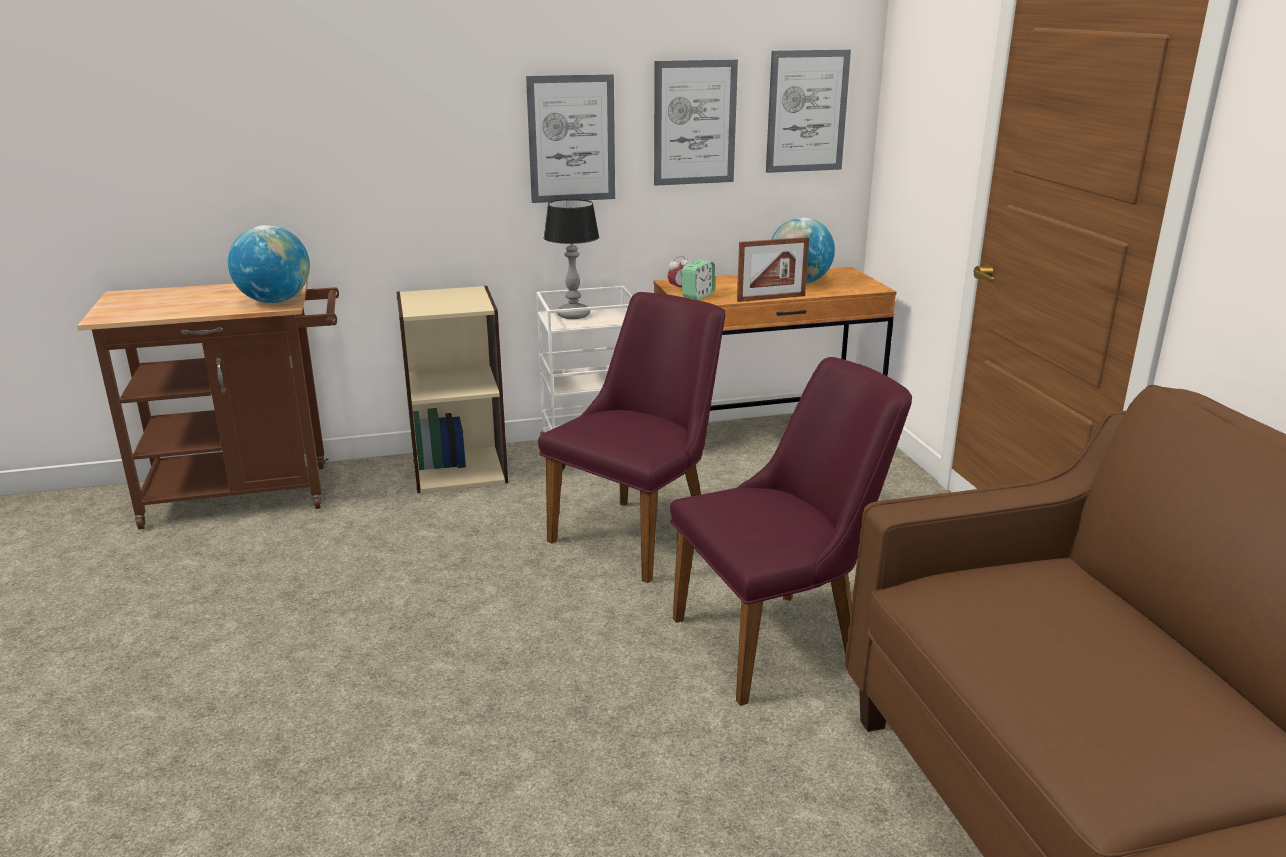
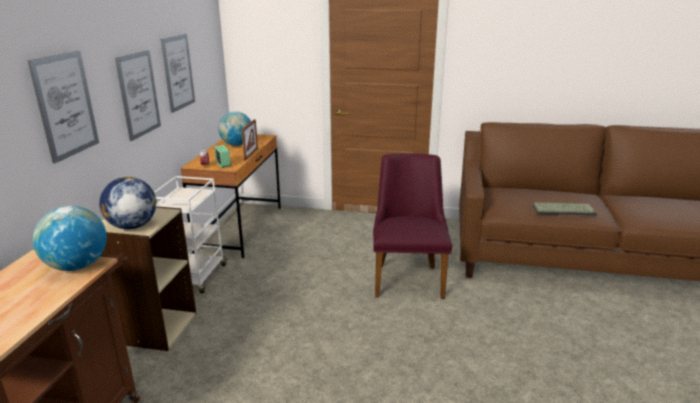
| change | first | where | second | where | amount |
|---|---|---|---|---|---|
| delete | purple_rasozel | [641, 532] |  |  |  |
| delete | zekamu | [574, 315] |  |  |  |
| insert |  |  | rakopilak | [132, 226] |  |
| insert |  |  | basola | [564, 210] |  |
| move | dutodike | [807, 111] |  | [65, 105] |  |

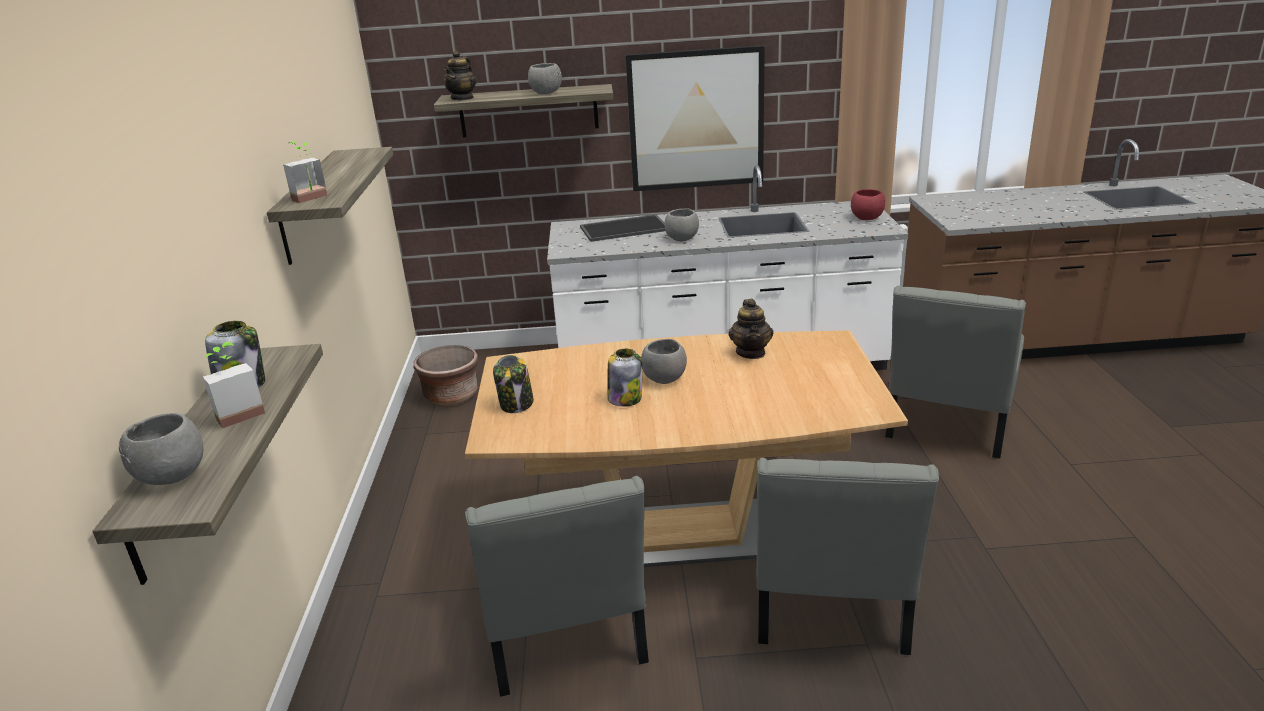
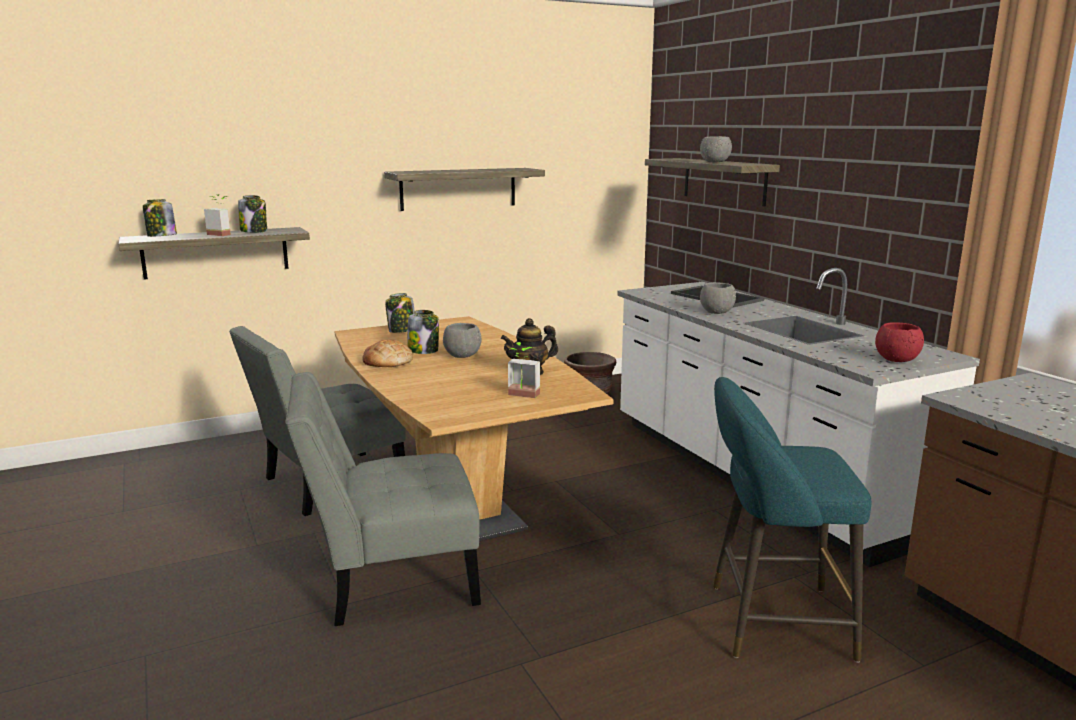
| change | first | where | second | where | amount |
|---|---|---|---|---|---|
| delete | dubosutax | [462, 98] |  |  |  |
| delete | dutodike | [696, 119] |  |  |  |
| insert |  |  | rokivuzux | [387, 361] |  |
| move | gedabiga | [313, 199] |  | [521, 396] |  |
| replace | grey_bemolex | [173, 476] | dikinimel | [161, 236] |  |
| replace | grey_rasozel | [947, 425] | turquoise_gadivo | [771, 621] |  |

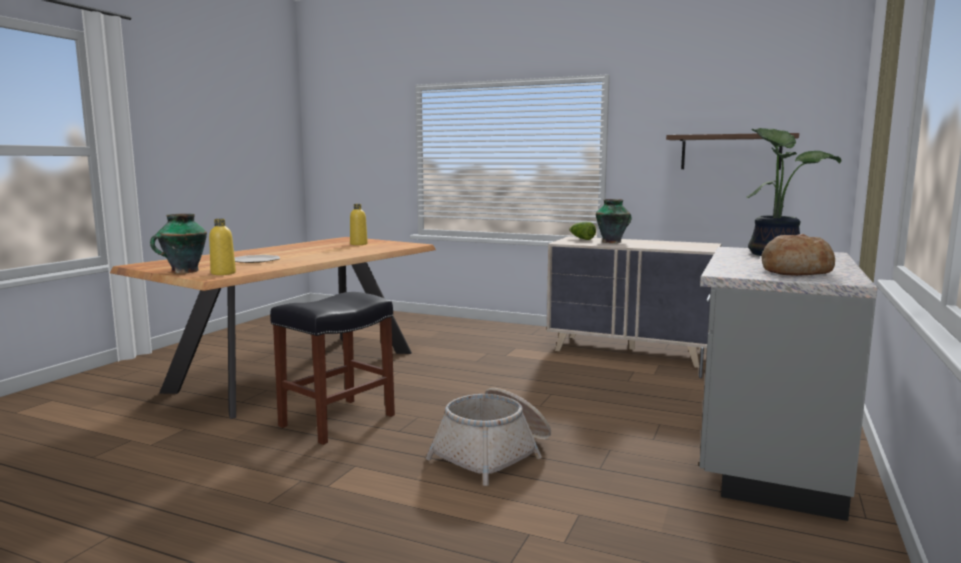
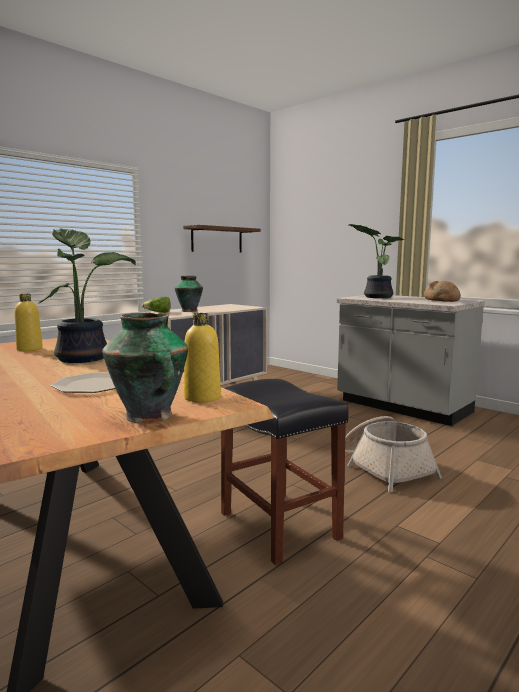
| change | first | where | second | where | amount |
|---|---|---|---|---|---|
| insert |  |  | gedabiga | [84, 358] |  |

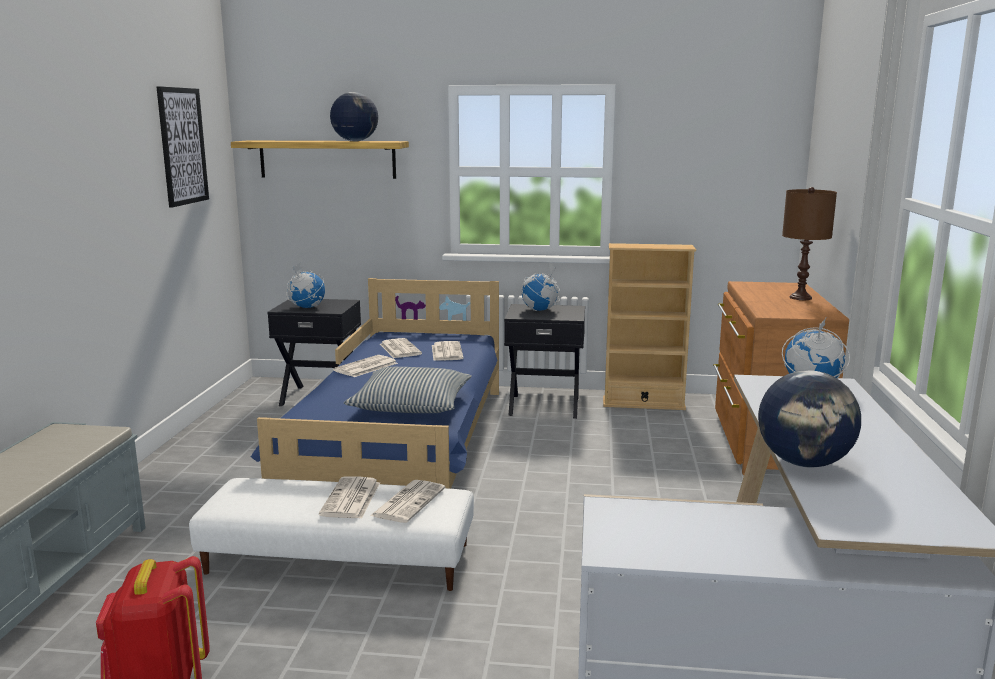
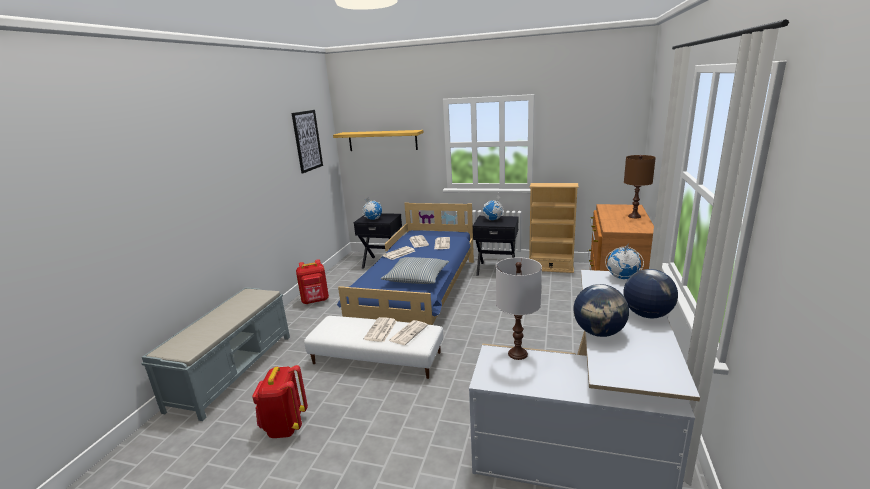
| change | first | where | second | where | amount |
|---|---|---|---|---|---|
| insert |  |  | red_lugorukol | [315, 301] |  |
| insert |  |  | white_zekamu | [518, 354] |  |
| move | rakopilak | [355, 141] |  | [647, 315] |  |

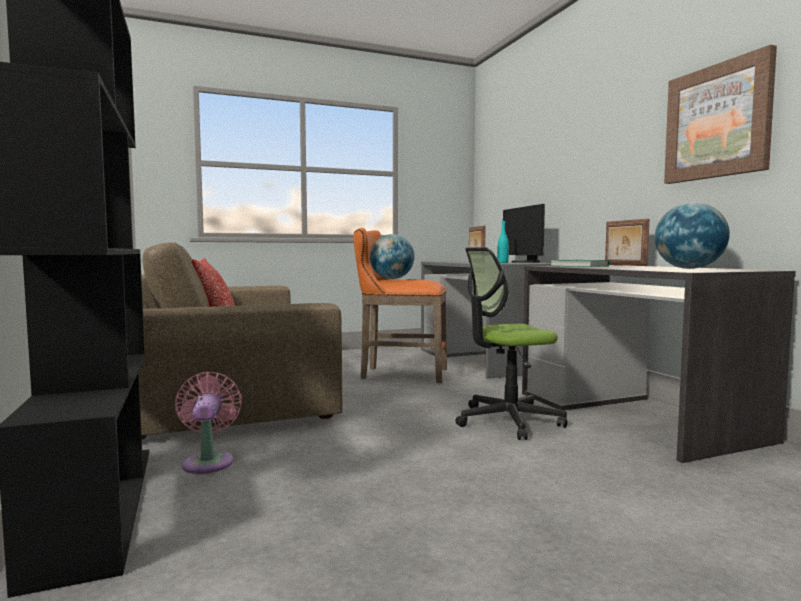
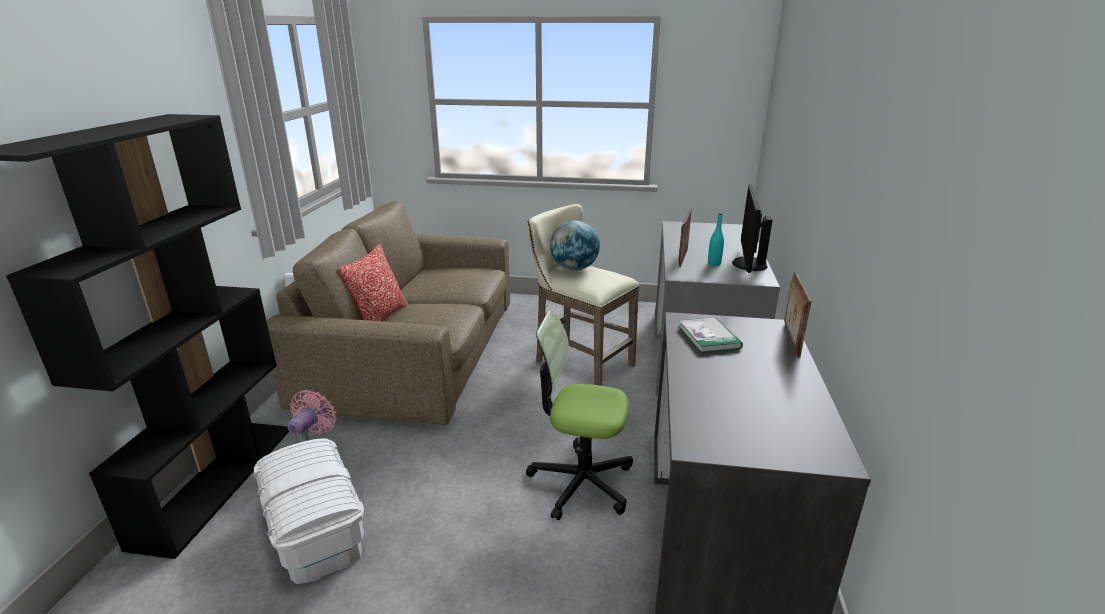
| change | first | where | second | where | amount |
|---|---|---|---|---|---|
| delete | rakopilak | [689, 268] |  |  |  |
| delete | dutodike | [717, 122] |  |  |  |
| insert |  |  | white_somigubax | [315, 530] |  |
| recolor | orange_gadivo | [399, 374] | beige_gadivo | [579, 362] |  |

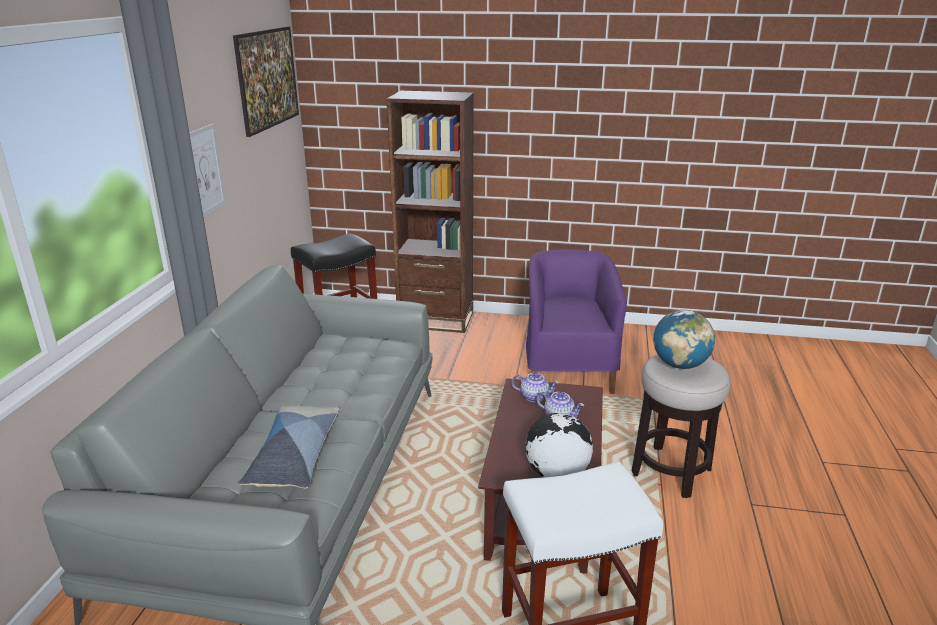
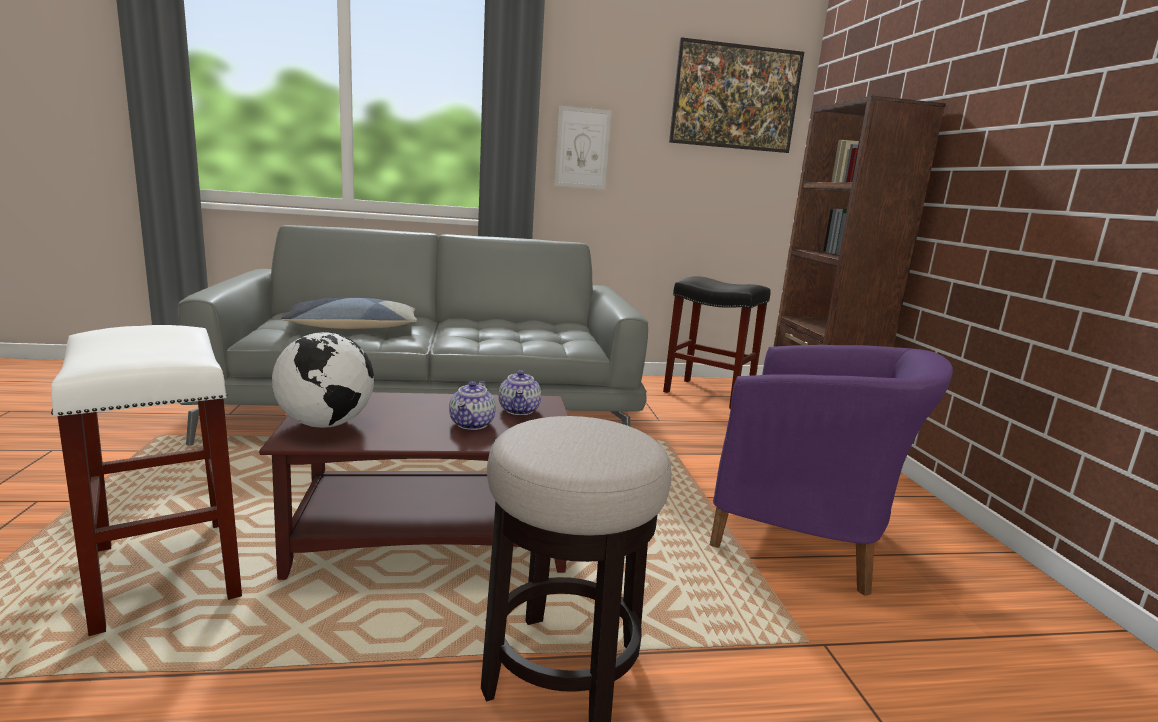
| change | first | where | second | where | amount |
|---|---|---|---|---|---|
| delete | rakopilak | [680, 365] |  |  |  |
| rotate | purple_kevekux | [568, 369] |  | [806, 539] | 45 degrees clockwise |

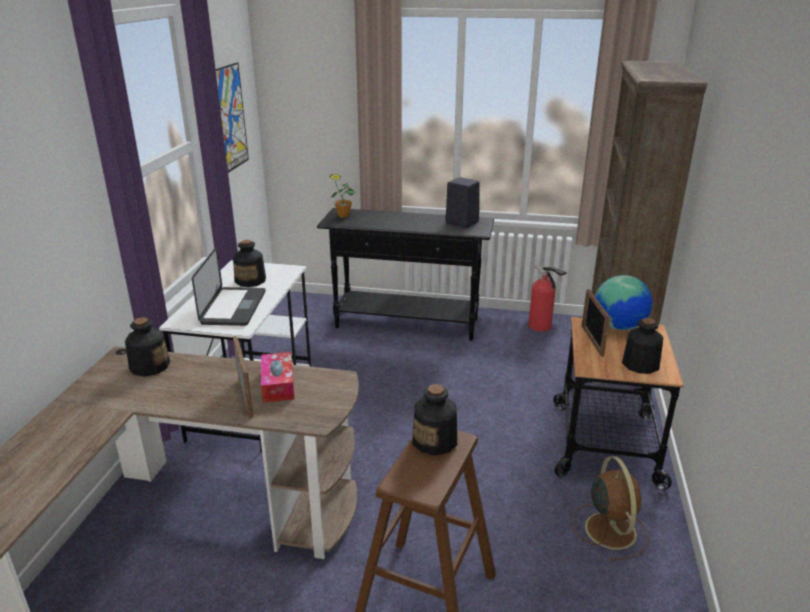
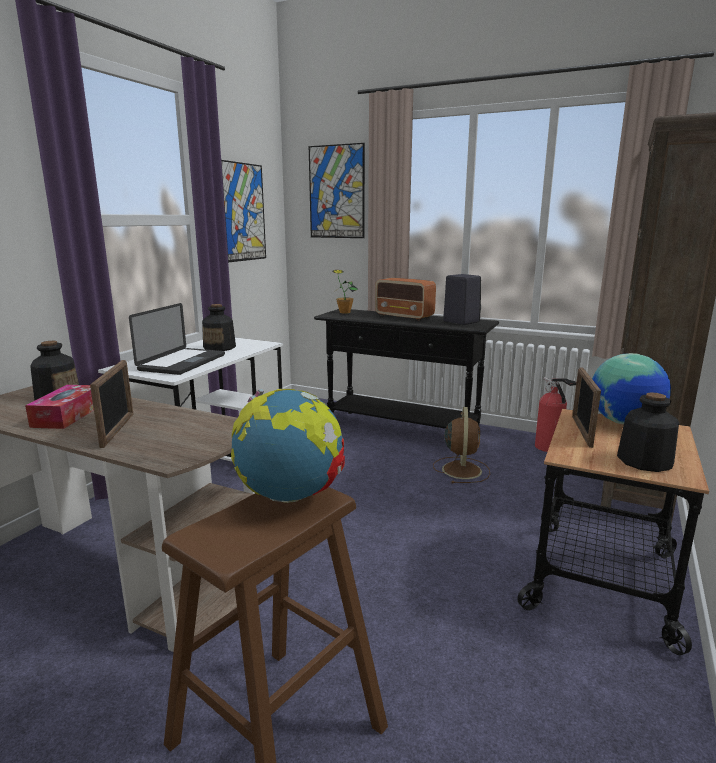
| change | first | where | second | where | amount |
|---|---|---|---|---|---|
| insert |  |  | dutodike | [336, 192] |  |
| insert |  |  | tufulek | [404, 316] |  |
| move | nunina | [278, 384] |  | [67, 416] |  |
| move | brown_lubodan | [609, 529] |  | [461, 469] |  |
| replace | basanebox | [435, 441] | rakopilak | [290, 496] |  |

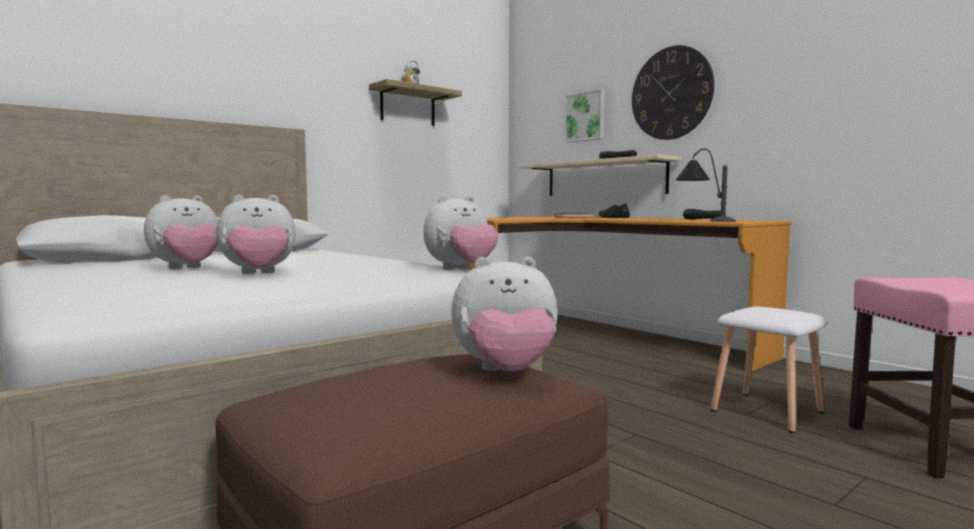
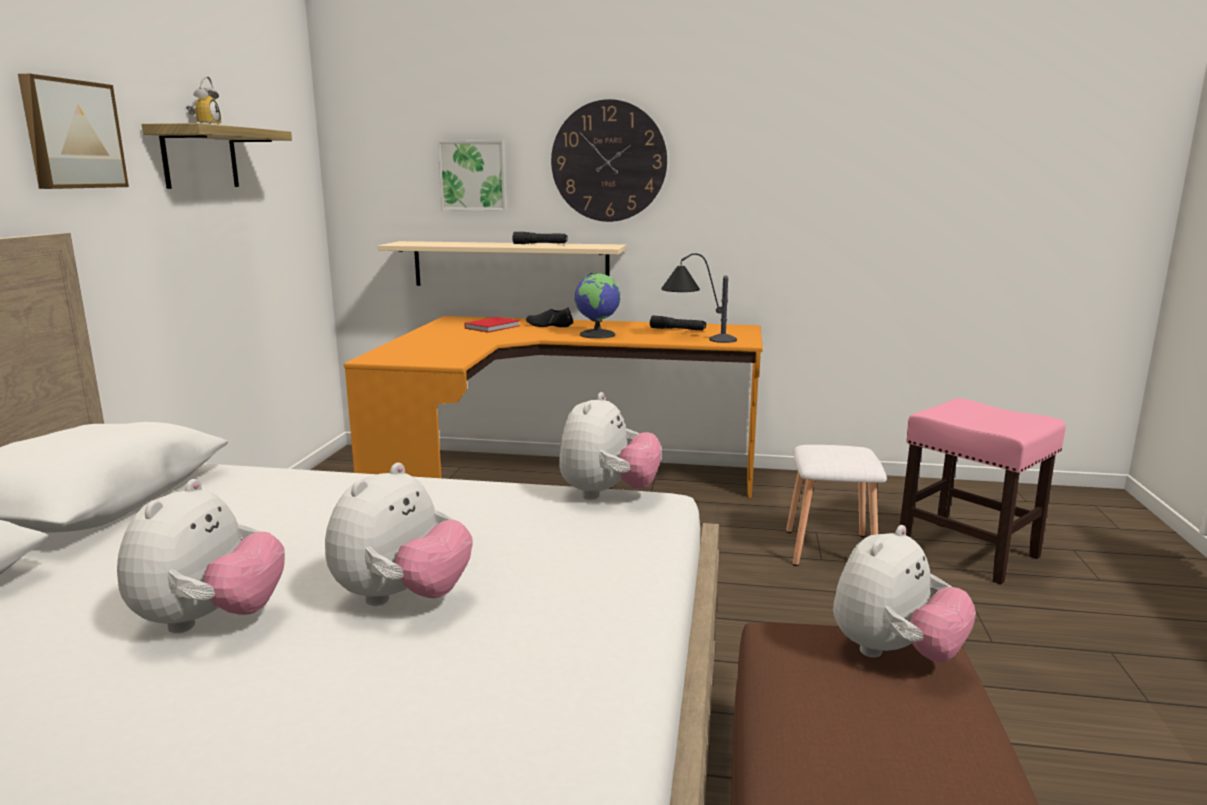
| change | first | where | second | where | amount |
|---|---|---|---|---|---|
| insert |  |  | dutodike | [71, 134] |  |
| insert |  |  | rakopilak | [598, 334] |  |

